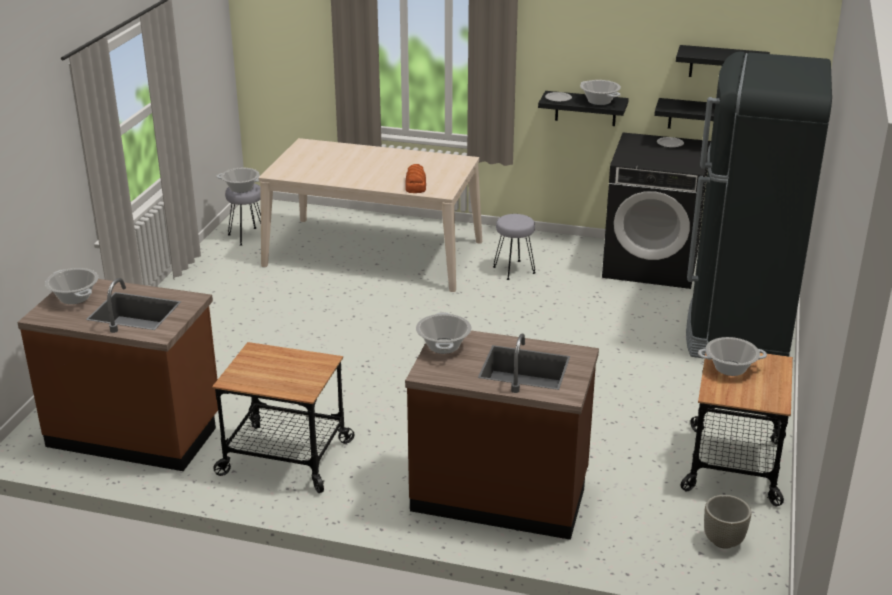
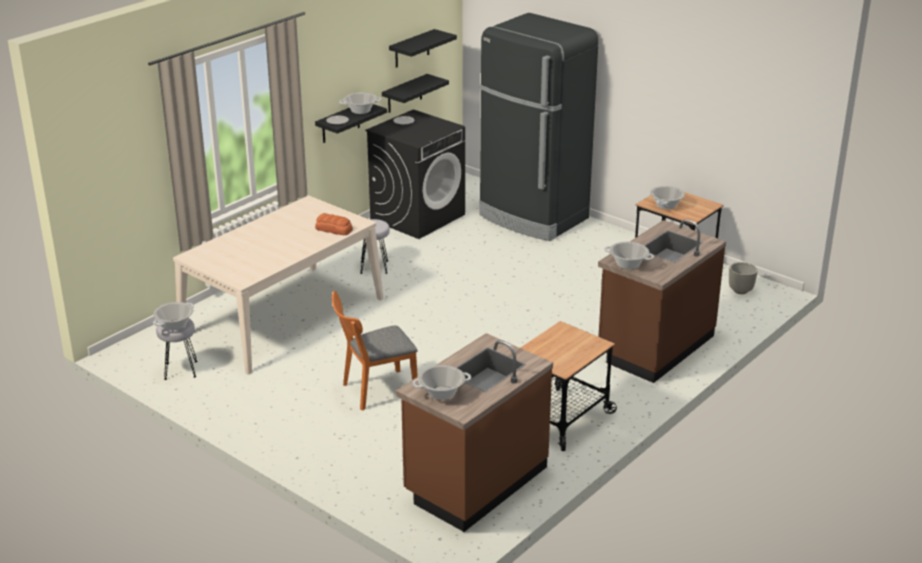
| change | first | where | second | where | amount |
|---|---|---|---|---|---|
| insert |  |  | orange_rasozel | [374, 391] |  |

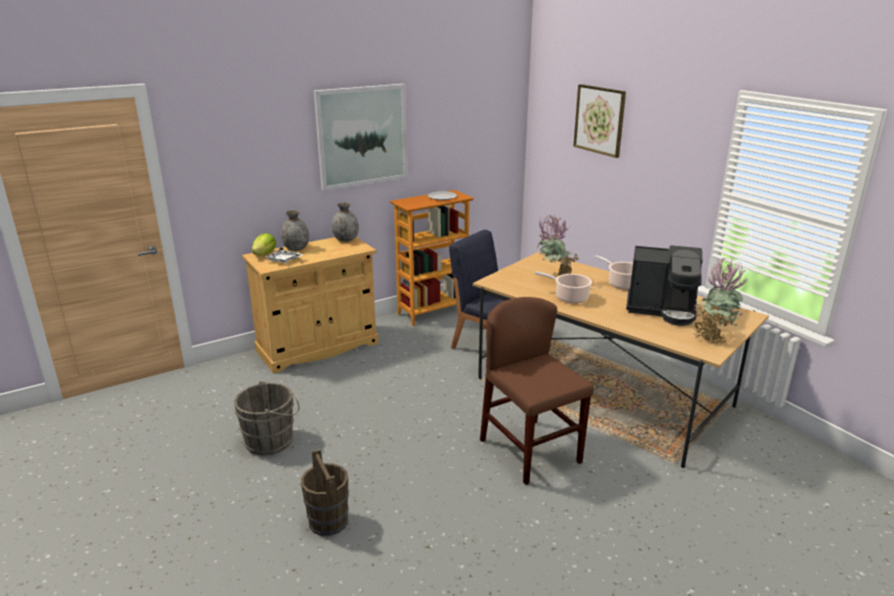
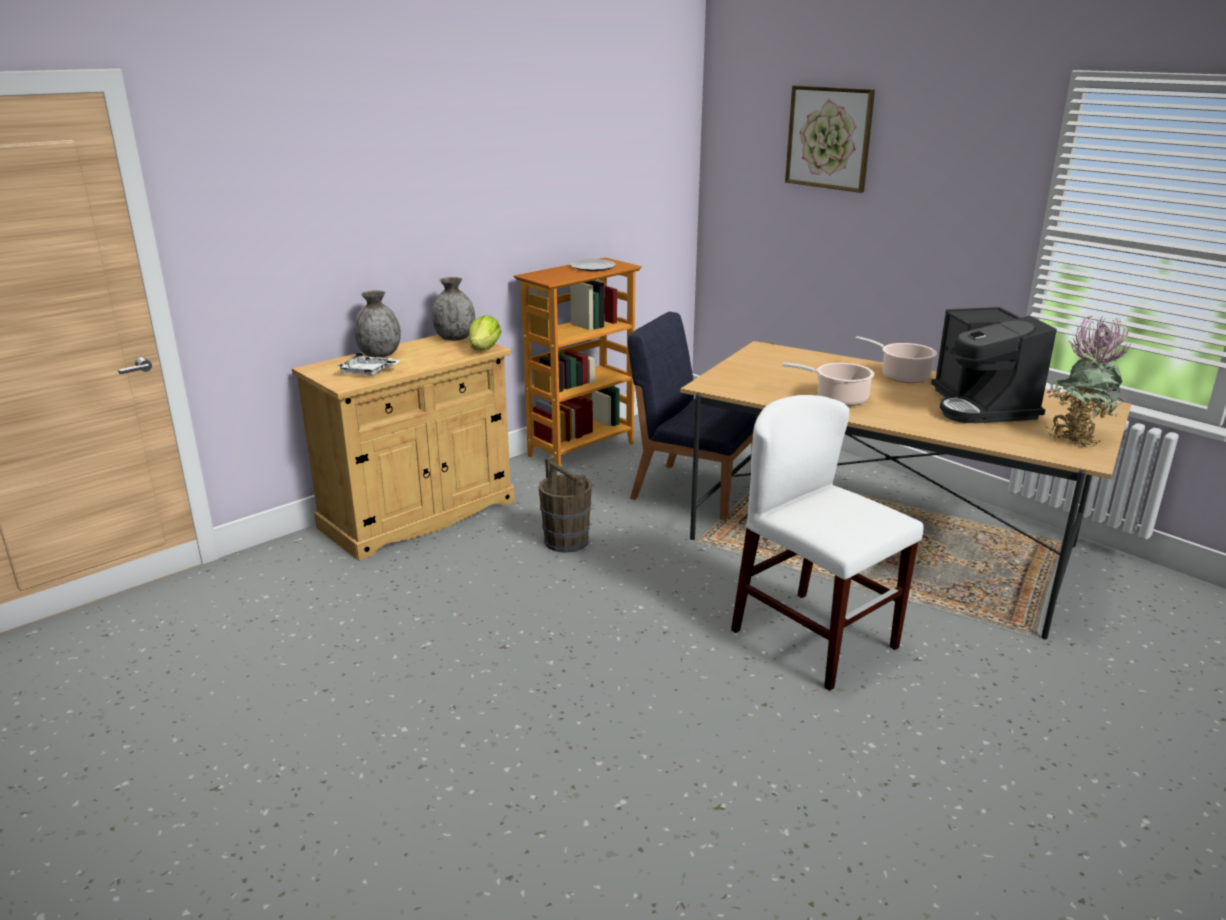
| change | first | where | second | where | amount |
|---|---|---|---|---|---|
| delete | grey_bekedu | [272, 440] |  |  |  |
| delete | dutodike | [362, 136] |  |  |  |
| delete | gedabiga | [554, 280] |  |  |  |
| move | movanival | [265, 254] |  | [484, 349] |  |
| move | brown_bekedu | [328, 522] |  | [566, 541] |  |
| recolor | brown_rasozel | [530, 451] | white_rasozel | [814, 639] |  |
| rotate | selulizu | [662, 310] |  | [981, 406] | 75 degrees clockwise |

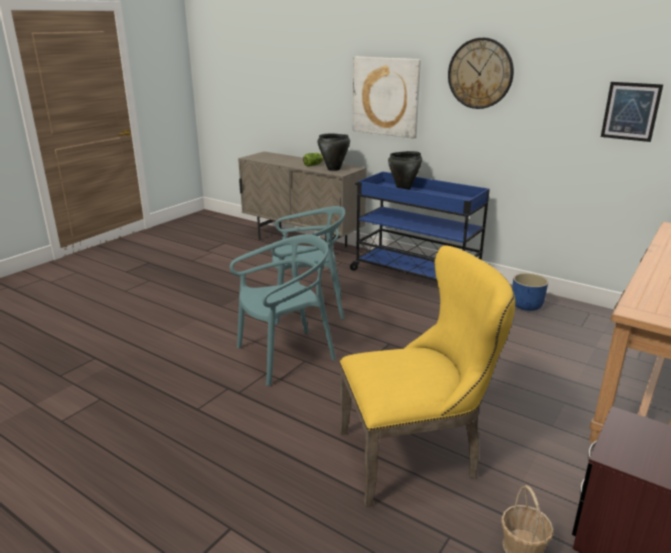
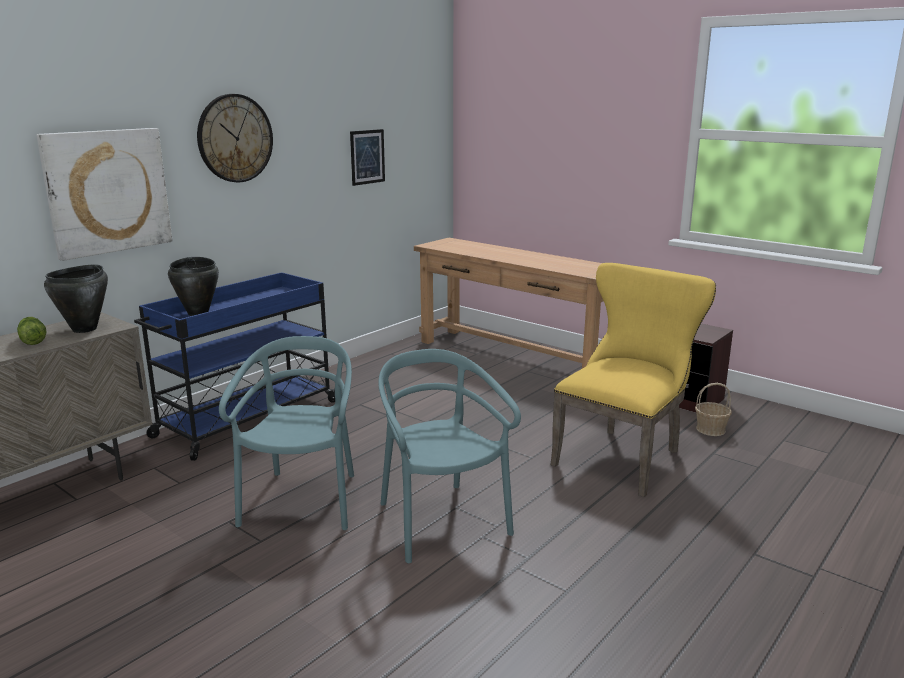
| change | first | where | second | where | amount |
|---|---|---|---|---|---|
| delete | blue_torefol | [526, 306] |  |  |  |
| rotate | yellow_rasozel | [416, 455] |  | [623, 456] | 45 degrees clockwise |

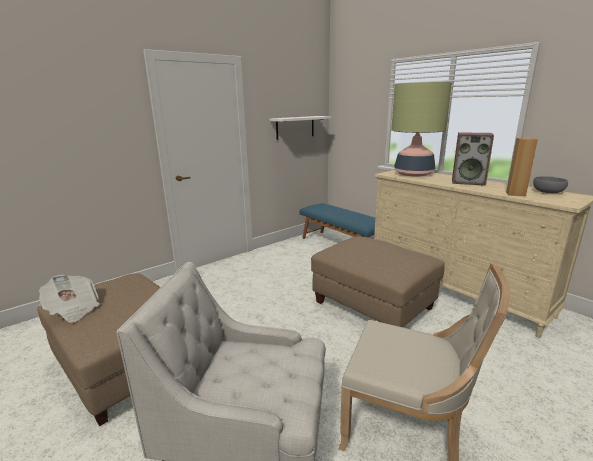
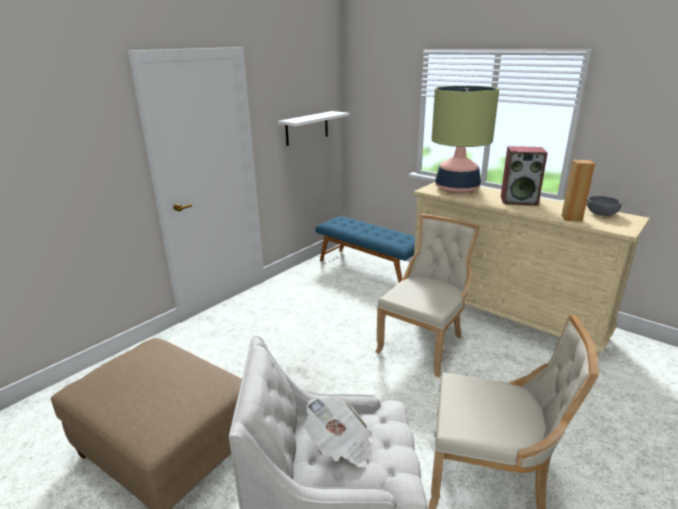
| change | first | where | second | where | amount |
|---|---|---|---|---|---|
| move | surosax | [73, 309] |  | [339, 444] |  |
| replace | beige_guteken | [373, 306] | beige_rasozel | [424, 343] |  |

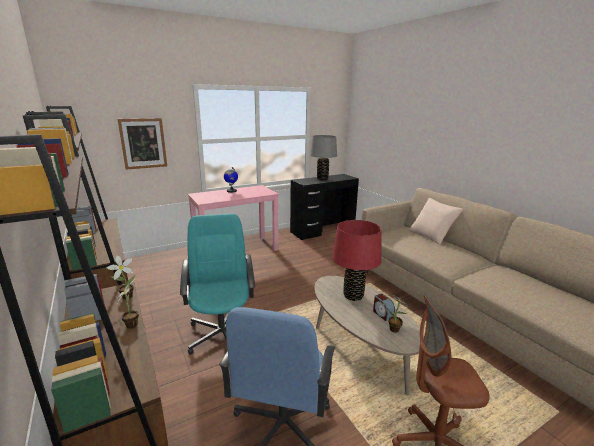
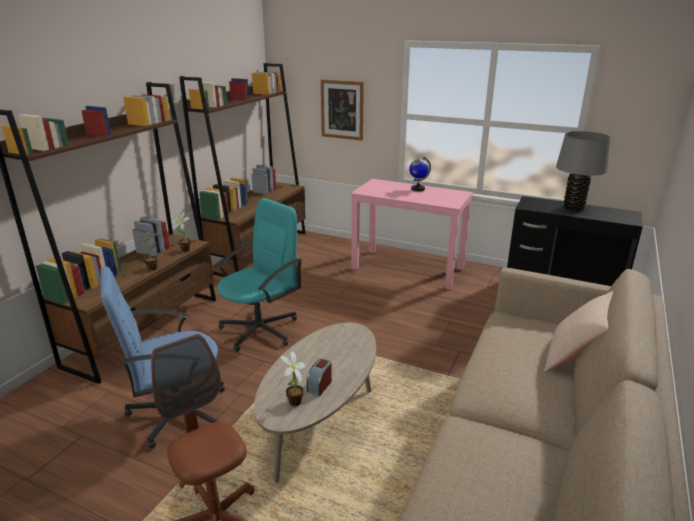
| change | first | where | second | where | amount |
|---|---|---|---|---|---|
| delete | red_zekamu | [353, 296] |  |  |  |

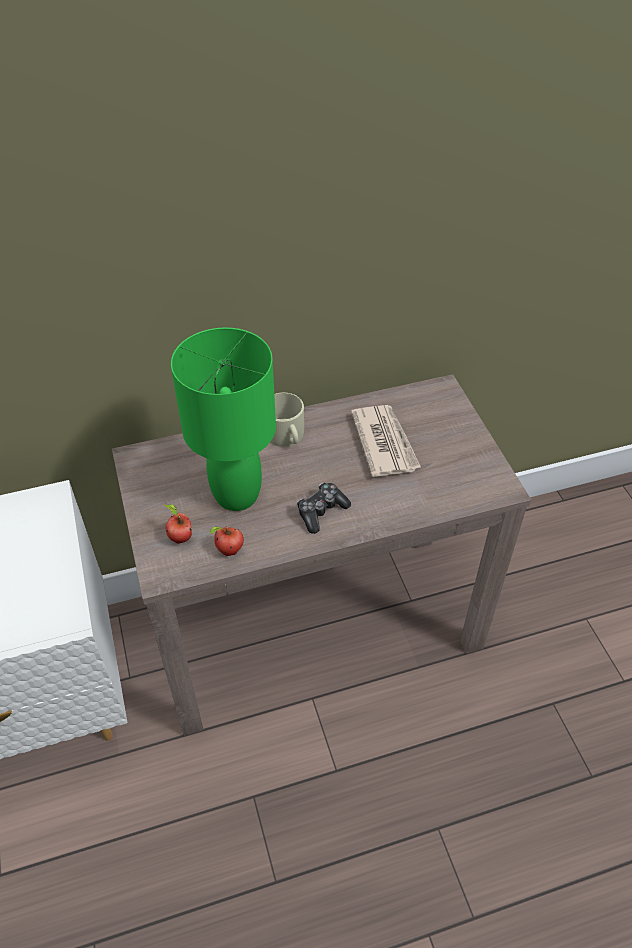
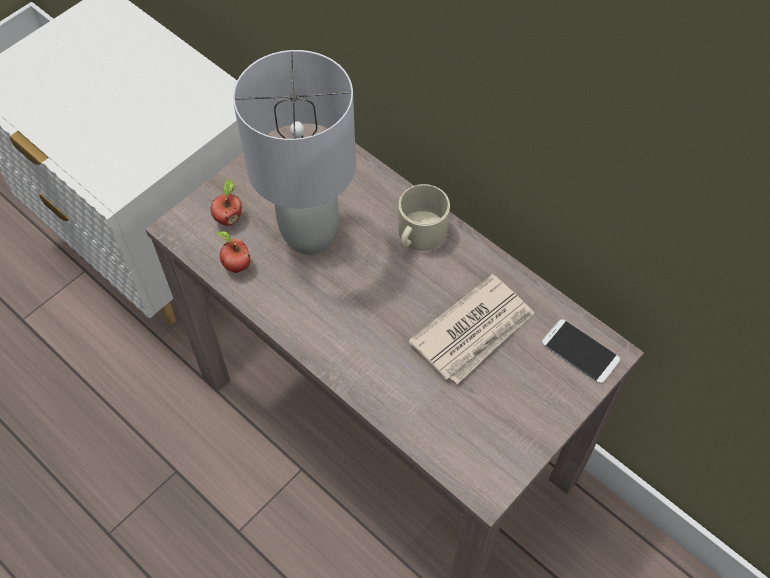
| change | first | where | second | where | amount |
|---|---|---|---|---|---|
| delete | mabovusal | [321, 511] |  |  |  |
| insert |  |  | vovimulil | [580, 351] |  |
| recolor | green_zekamu | [237, 495] | grey_zekamu | [309, 235] |  |

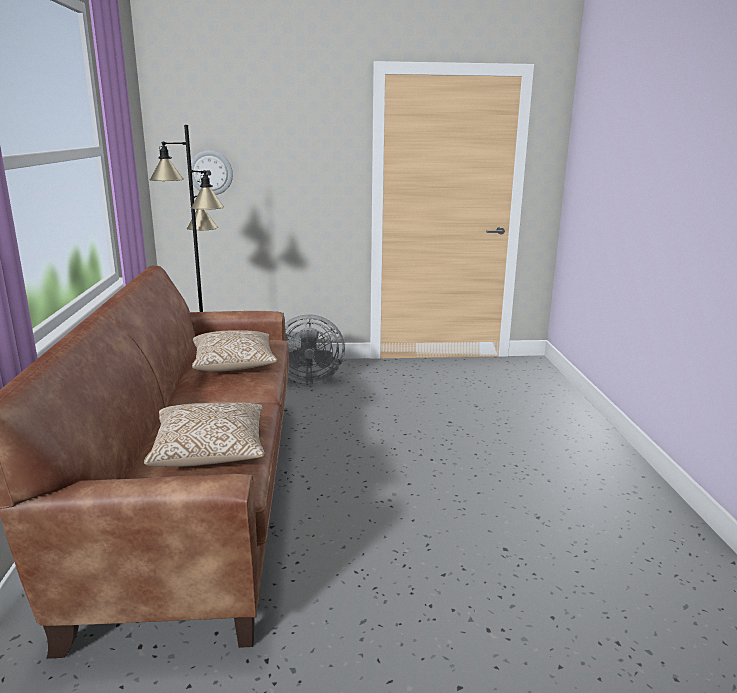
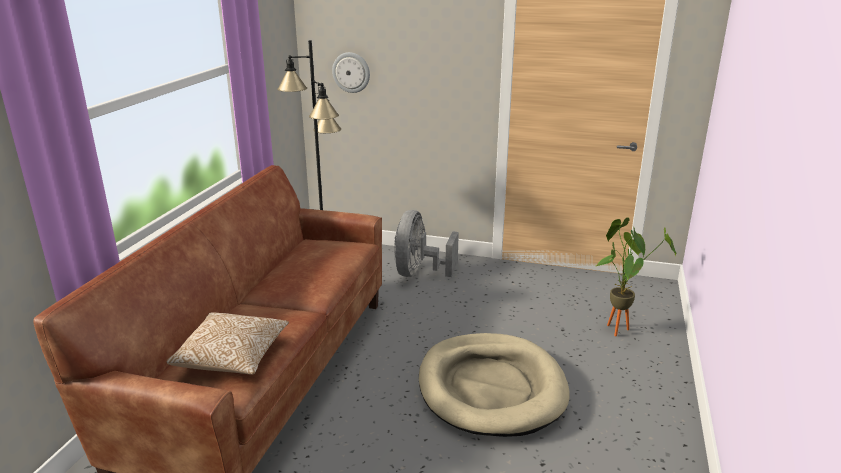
| change | first | where | second | where | amount |
|---|---|---|---|---|---|
| delete | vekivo | [234, 365] |  |  |  |
| insert |  |  | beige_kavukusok | [491, 388] |  |
| insert |  |  | gedabiga | [619, 328] |  |
| rotate | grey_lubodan | [307, 379] |  | [419, 273] | 90 degrees clockwise |

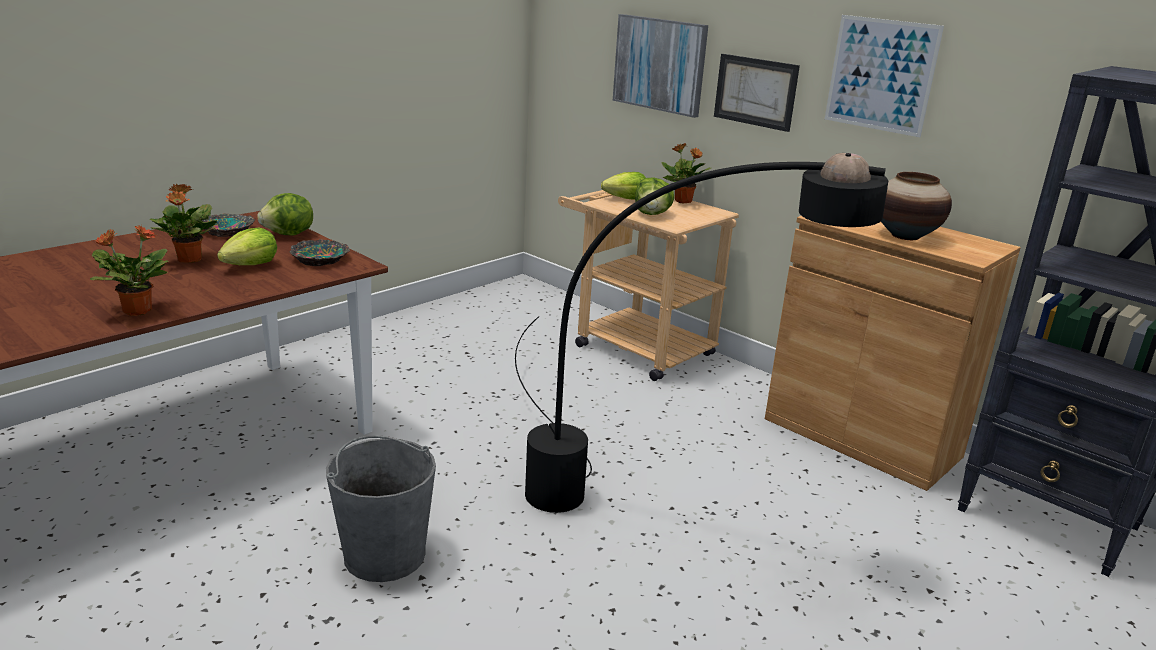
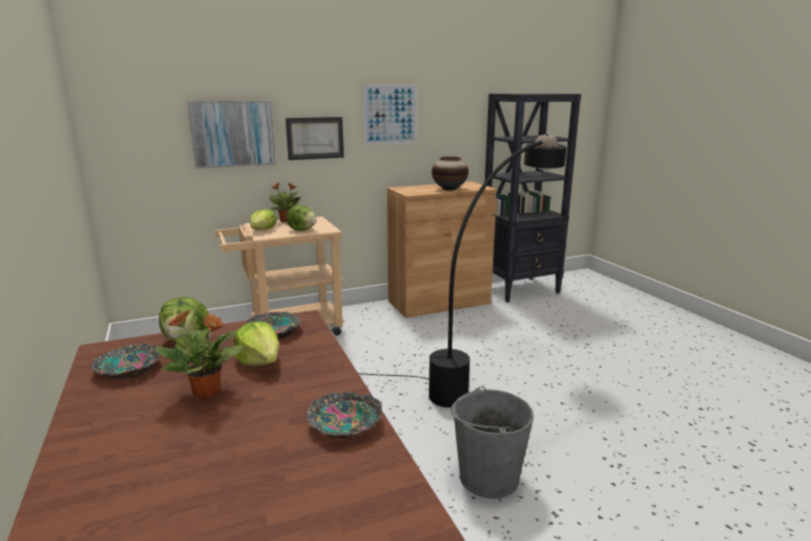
| change | first | where | second | where | amount |
|---|---|---|---|---|---|
| replace | gedabiga | [136, 311] | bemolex | [344, 423] |  |

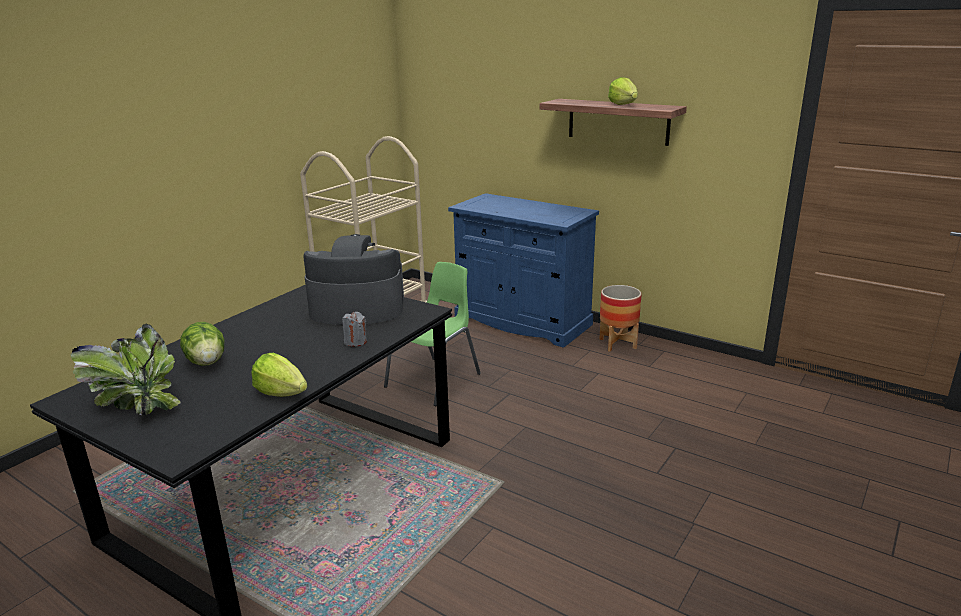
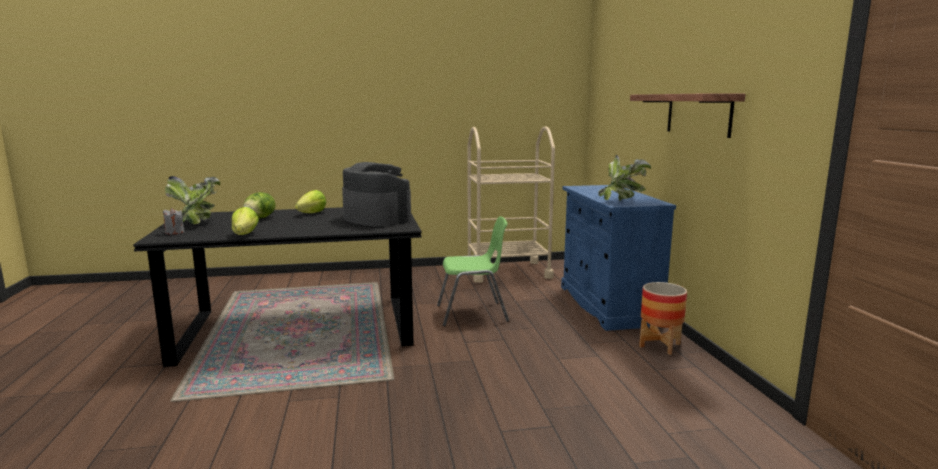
| change | first | where | second | where | amount |
|---|---|---|---|---|---|
| insert |  |  | gedabiga | [622, 201] |  |
| move | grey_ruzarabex | [355, 342] |  | [174, 232] |  |
| move | movanival | [623, 104] |  | [312, 213] |  |

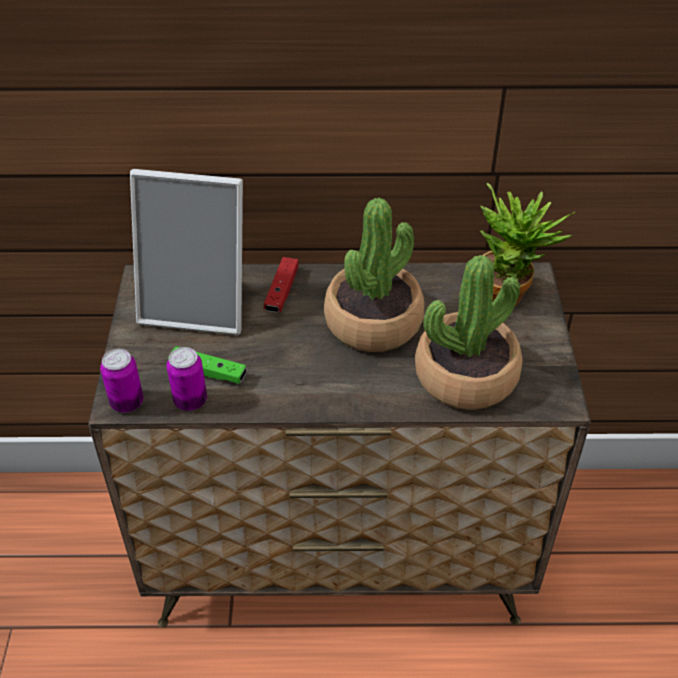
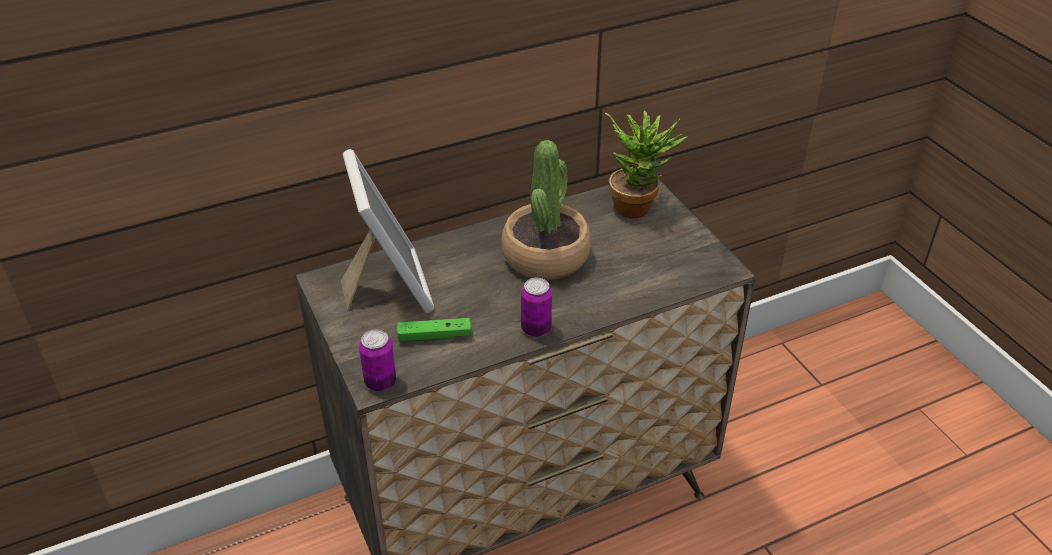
| change | first | where | second | where | amount |
|---|---|---|---|---|---|
| delete | red_mabovusal | [282, 291] |  |  |  |
| delete | gedabiga | [465, 375] |  |  |  |
| move | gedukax | [190, 401] |  | [536, 329] |  |
| rotate | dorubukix | [199, 304] |  | [387, 287] | 90 degrees counterclockwise |

